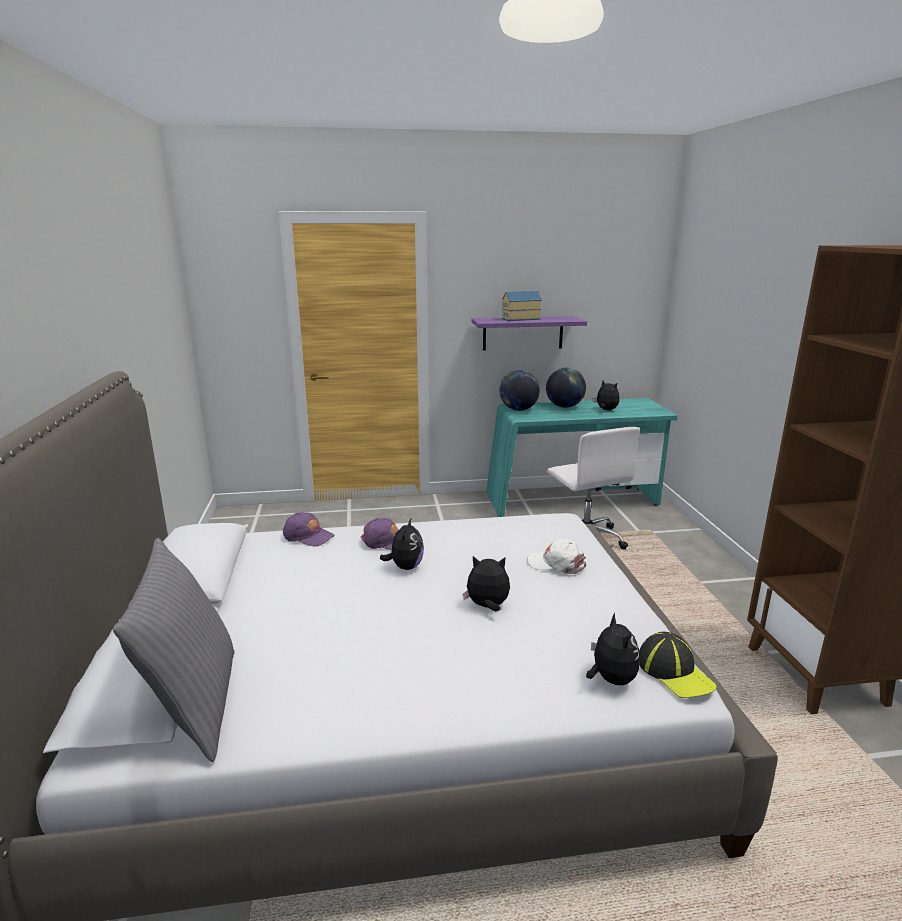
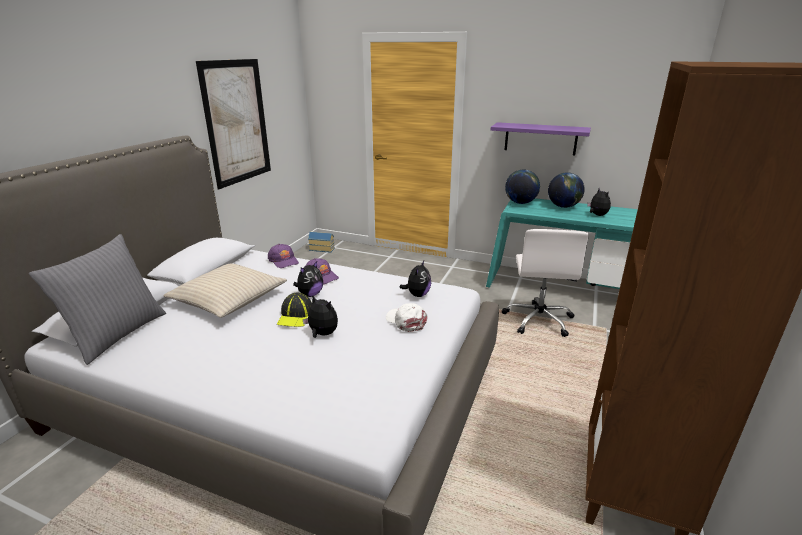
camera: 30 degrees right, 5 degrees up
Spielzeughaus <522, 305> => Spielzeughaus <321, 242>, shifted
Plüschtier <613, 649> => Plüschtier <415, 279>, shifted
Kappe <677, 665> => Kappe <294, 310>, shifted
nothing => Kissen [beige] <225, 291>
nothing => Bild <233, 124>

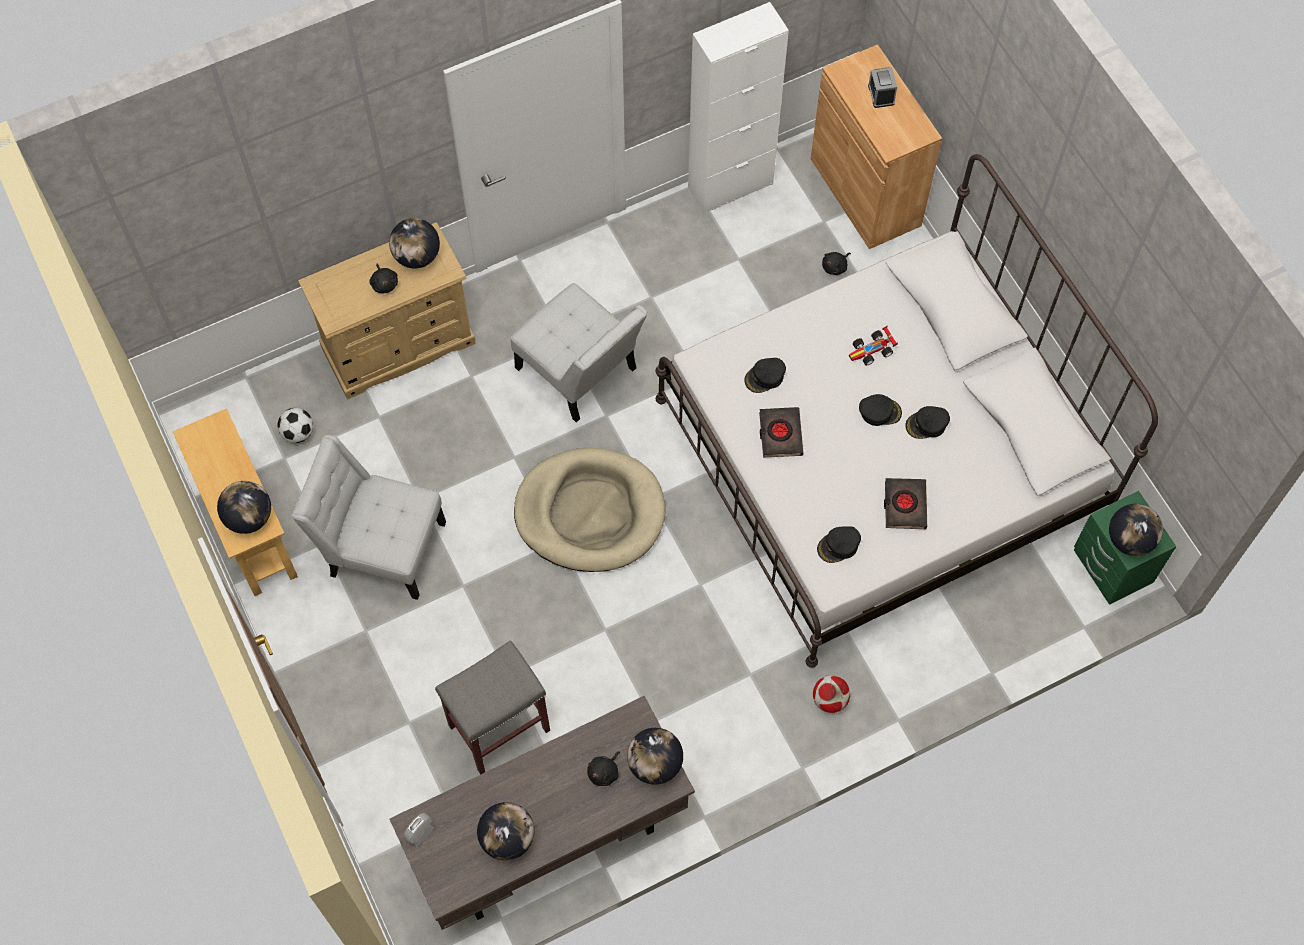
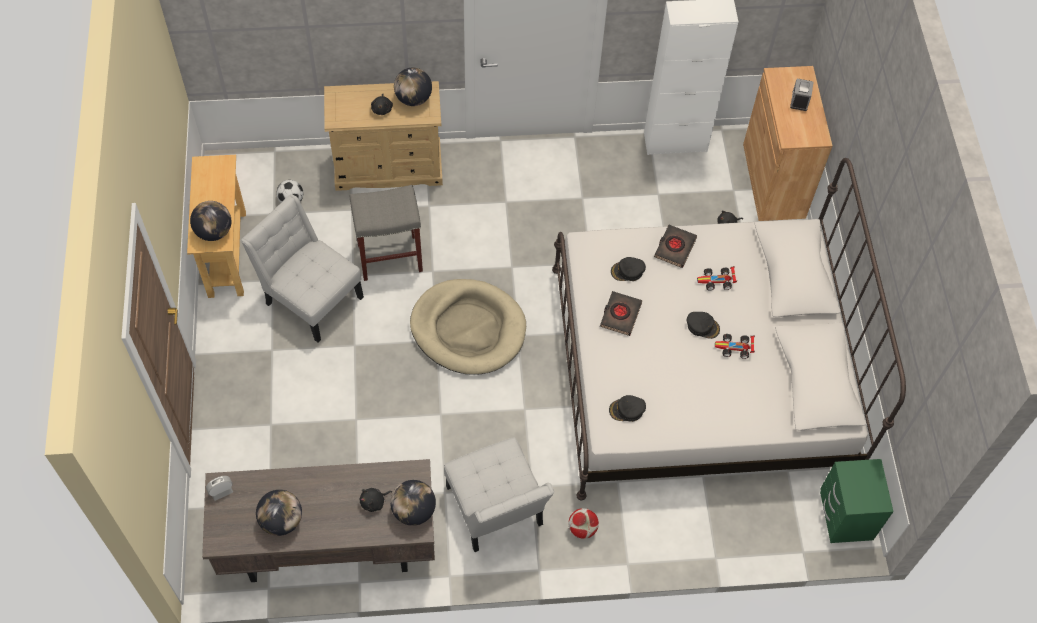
camera: 20 degrees right, 5 degrees down
Hocker [grau] <492, 707> => Hocker [grau] <386, 233>, shifted
Stuhl [weiß] <579, 353> => Stuhl [weiß] <499, 494>, shifted
Buch [schwarz] <905, 503> => Buch [schwarz] <675, 246>, shifted
Kappe [schwarz] <928, 422> => Spielzeugauto <735, 346>
Globus <1136, 530> => nothing

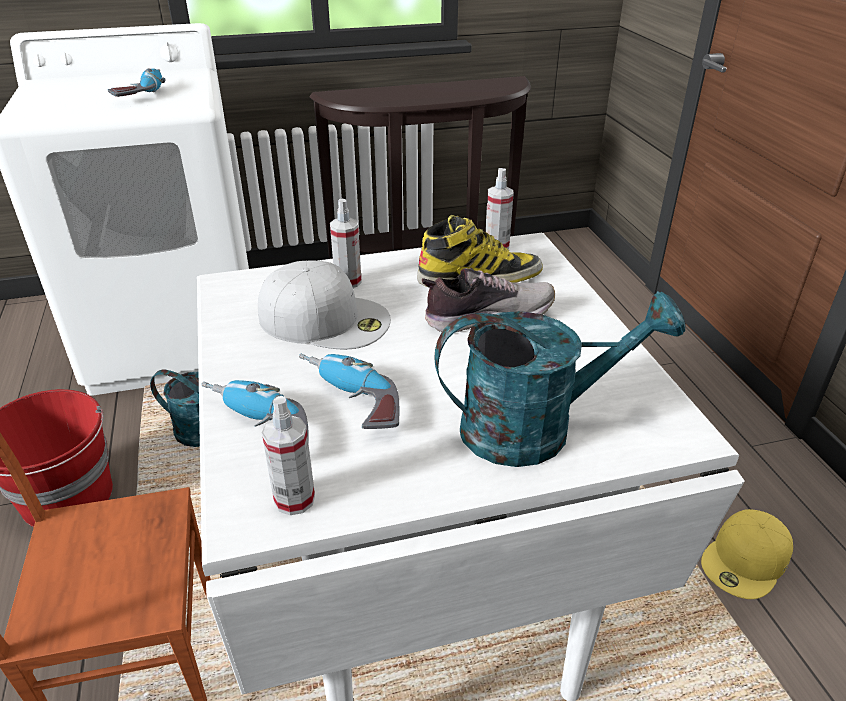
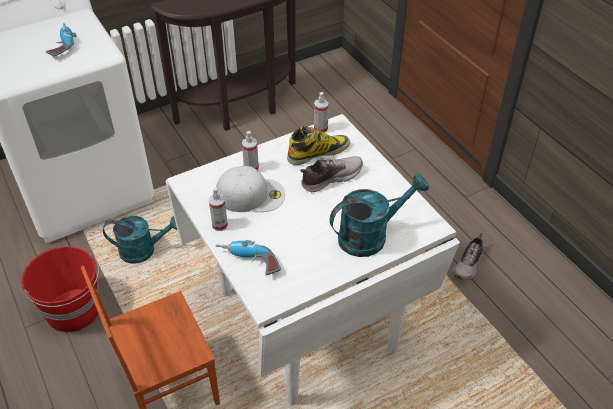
camera: 15 degrees left, 10 degrees up
Sprühflasche <288, 455> => Sprühflasche <218, 209>, shifted
Bohrmaschine <349, 391> => nothing
Kappe [gelb] <747, 554> => Schuh <467, 256>

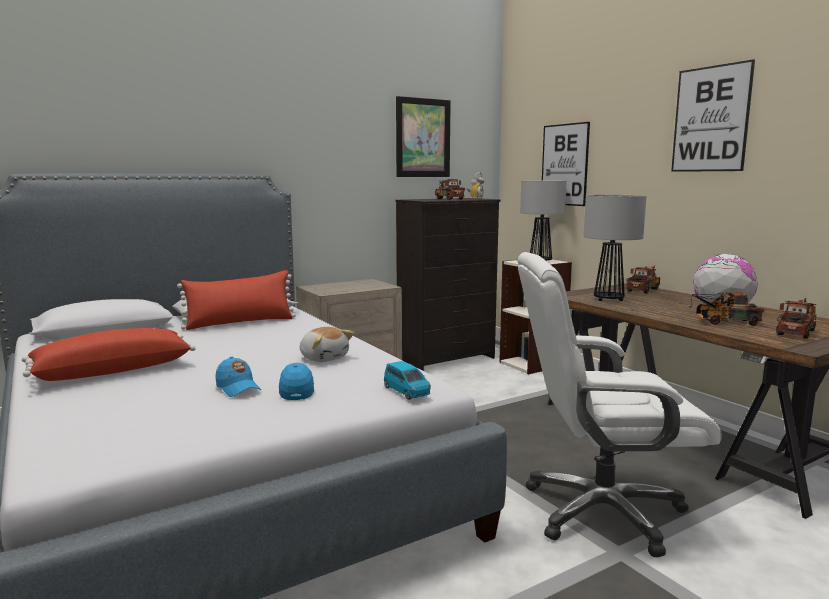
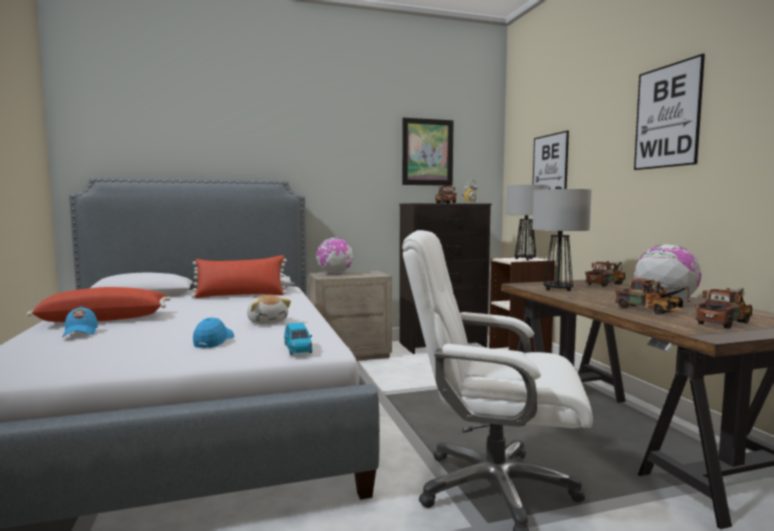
camera: 15 degrees right, 5 degrees down
Kappe [blau] <238, 377> => Kappe [blau] <80, 321>, shifted
Spielzeuglaster <726, 309> => Spielzeuglaster <652, 296>, 150 degrees counterclockwise
nothing => Globus <335, 256>

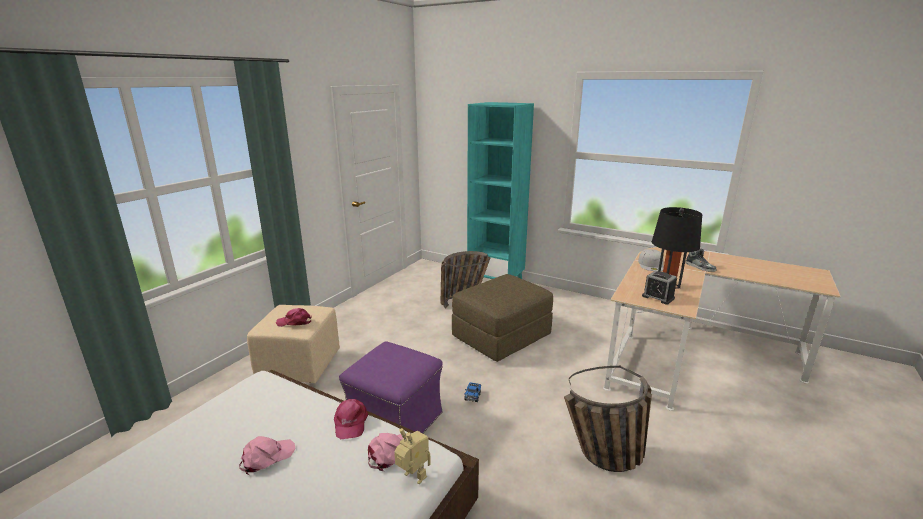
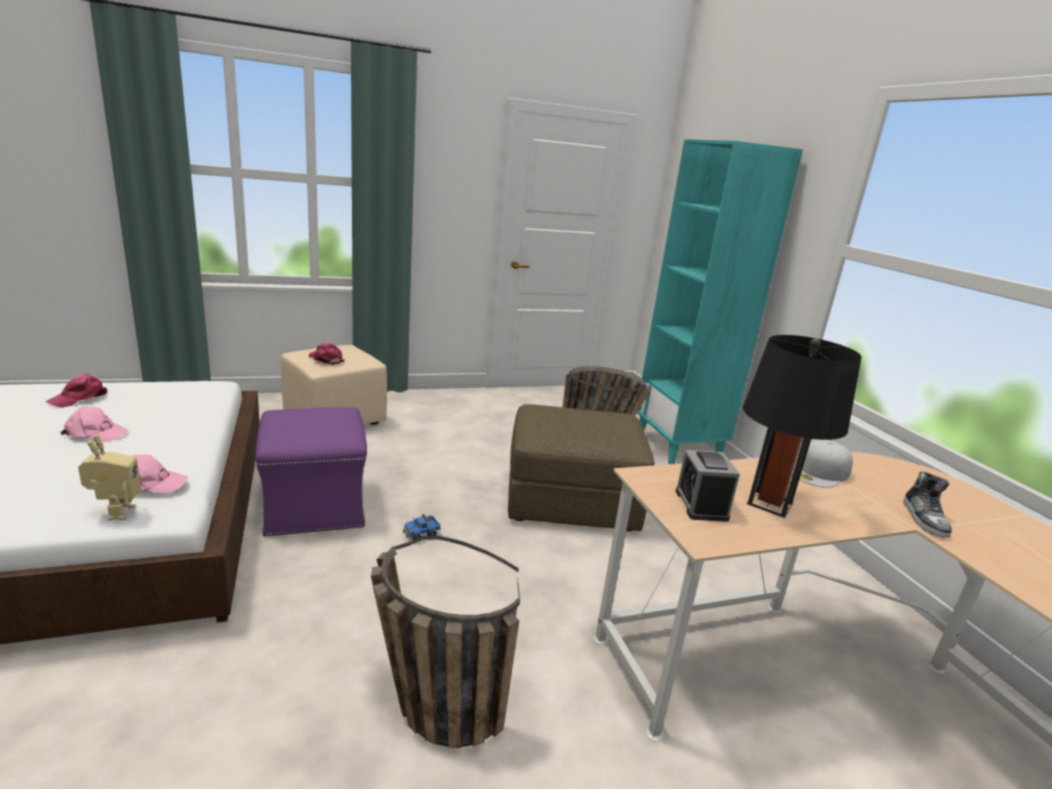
camera: 40 degrees right, 0 degrees up
Kappe [rosa] <351, 419> => Kappe [rosa] <77, 391>, shifted

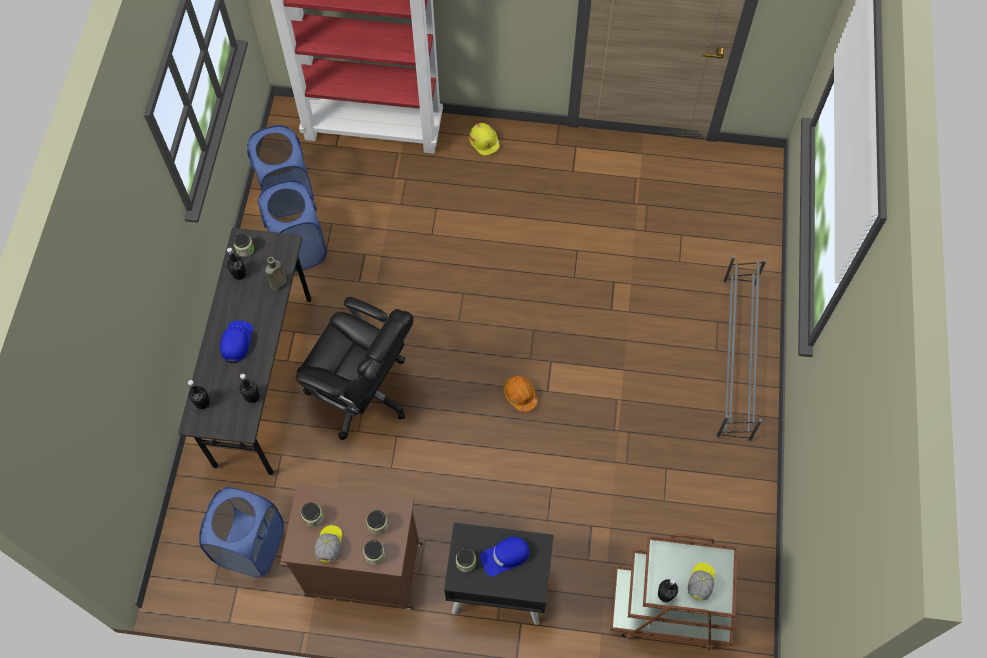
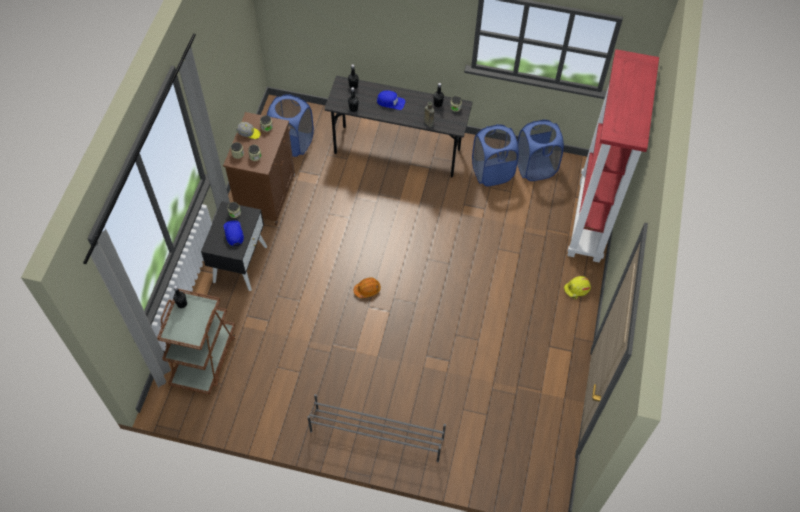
camera: 95 degrees right, 5 degrees down
Bürostuhl [schwarz] <354, 368> => nothing
Kappe <701, 581> => nothing

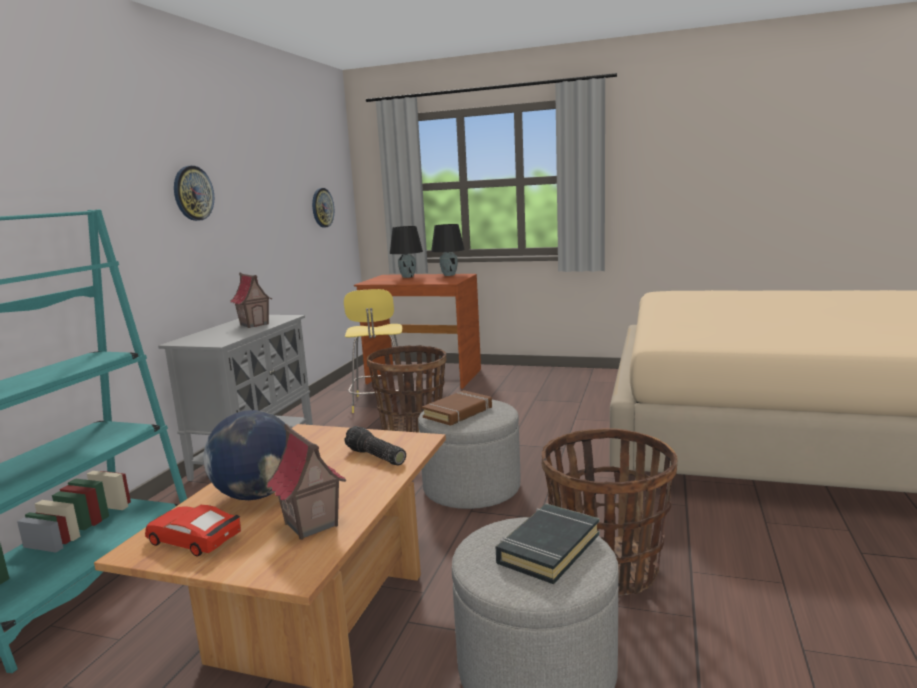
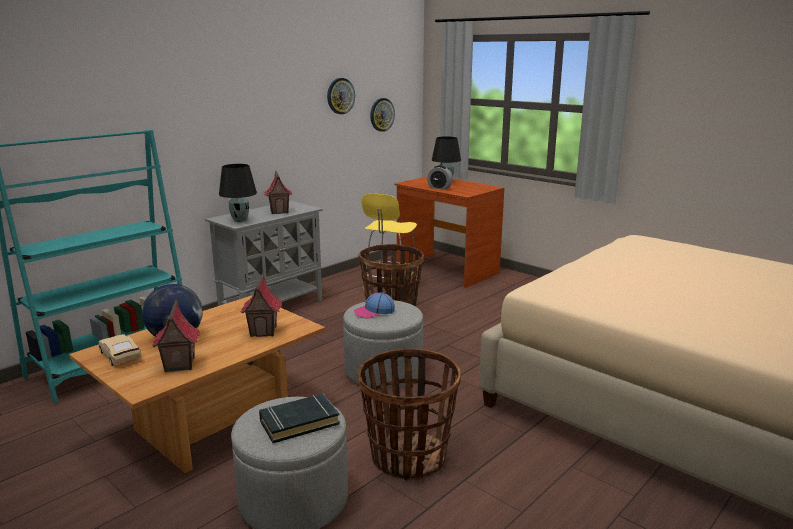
camera: 25 degrees right, 5 degrees up
Spielzeugauto [rot] <193, 530> => Spielzeugauto [beige] <120, 350>
Wanduhr <194, 193> => Wanduhr <341, 96>, shifted
Taschenlampe <375, 446> => Spielzeughaus <261, 305>
Buch [braun] <457, 408> => Kappe <374, 306>
Tischlampe [schwarz] <448, 250> => Tischlampe [schwarz] <238, 193>, shifted
nothing => Wecker <440, 177>

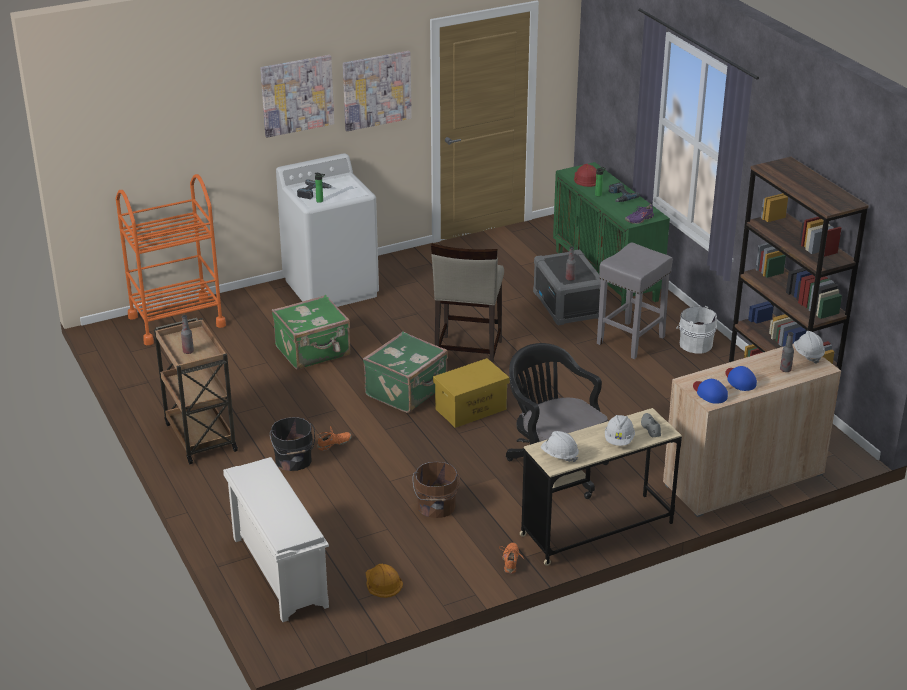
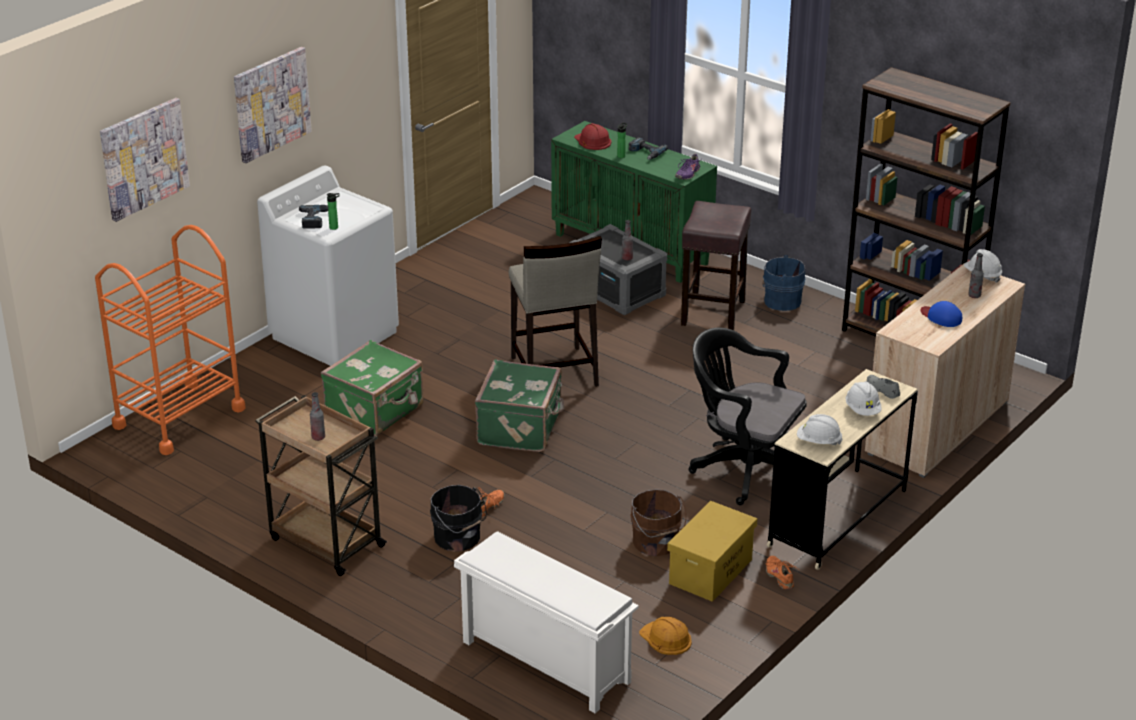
camera: 25 degrees left, 0 degrees up
Bild <377, 91> => Bild <145, 160>, shifted
Aufbewahrungsbox [gelb] <471, 393> => Aufbewahrungsbox [gelb] <712, 551>, shifted
Hocker [grau] <635, 300> => Hocker [braun] <716, 265>
Eimer [weiß] <696, 330> => Eimer [blau] <783, 283>
Kappe [blau] <710, 391> => nothing

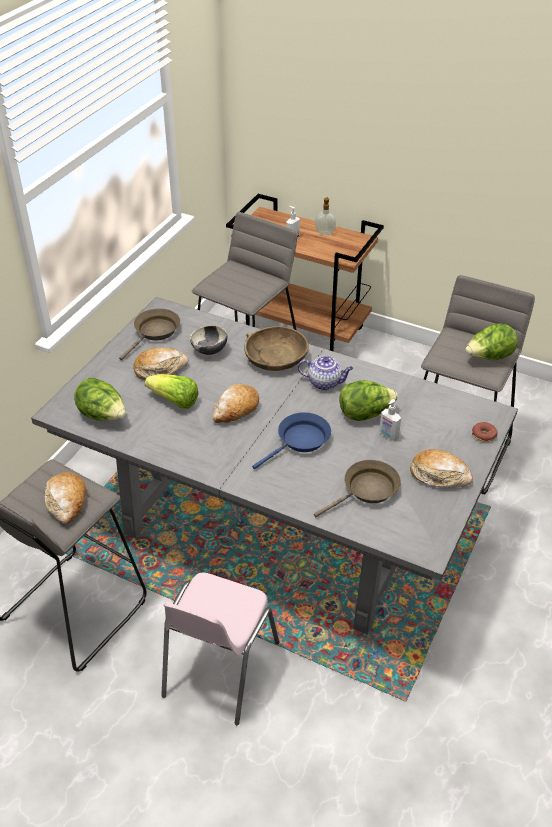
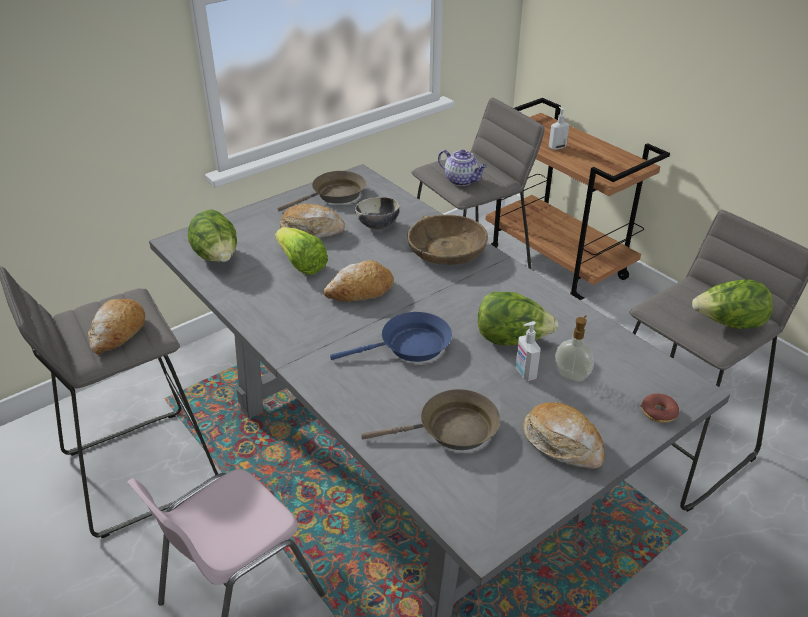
camera: 25 degrees right, 5 degrees down
Teekanne <325, 373> => Teekanne <462, 168>, shifted
Seifenspender <325, 216> => Seifenspender <574, 348>, shifted

